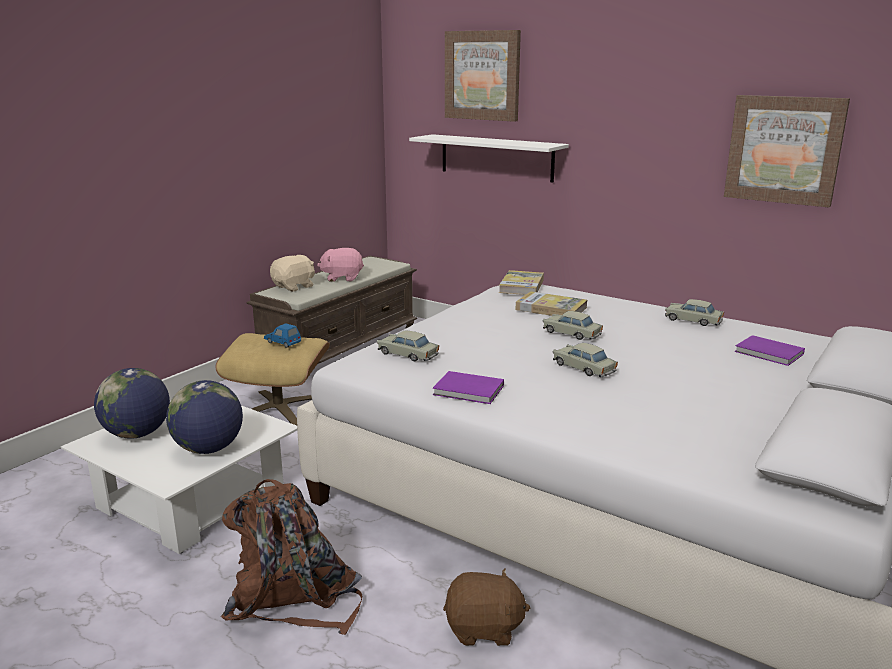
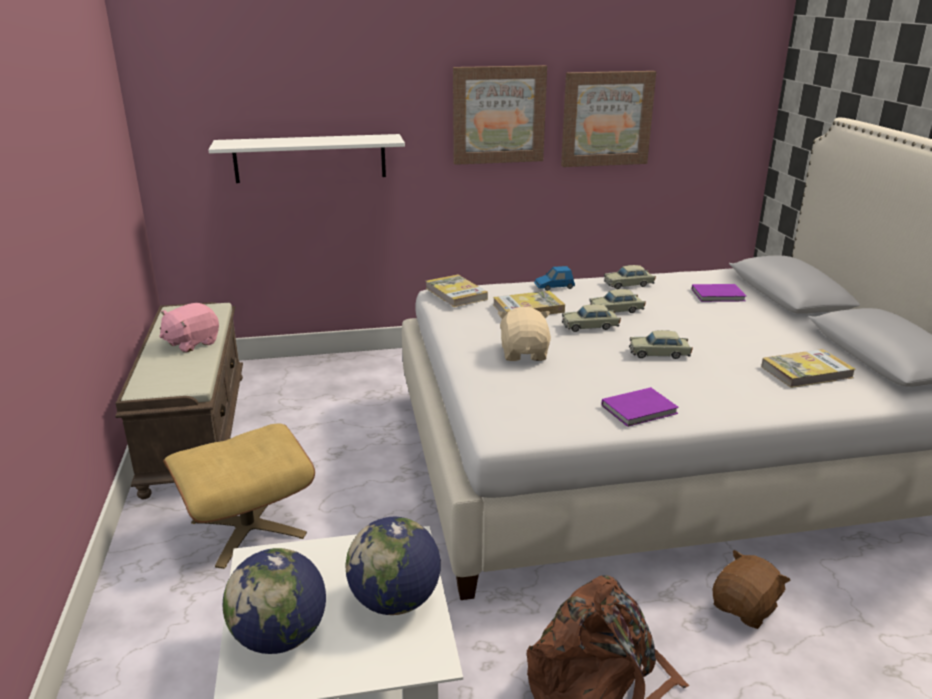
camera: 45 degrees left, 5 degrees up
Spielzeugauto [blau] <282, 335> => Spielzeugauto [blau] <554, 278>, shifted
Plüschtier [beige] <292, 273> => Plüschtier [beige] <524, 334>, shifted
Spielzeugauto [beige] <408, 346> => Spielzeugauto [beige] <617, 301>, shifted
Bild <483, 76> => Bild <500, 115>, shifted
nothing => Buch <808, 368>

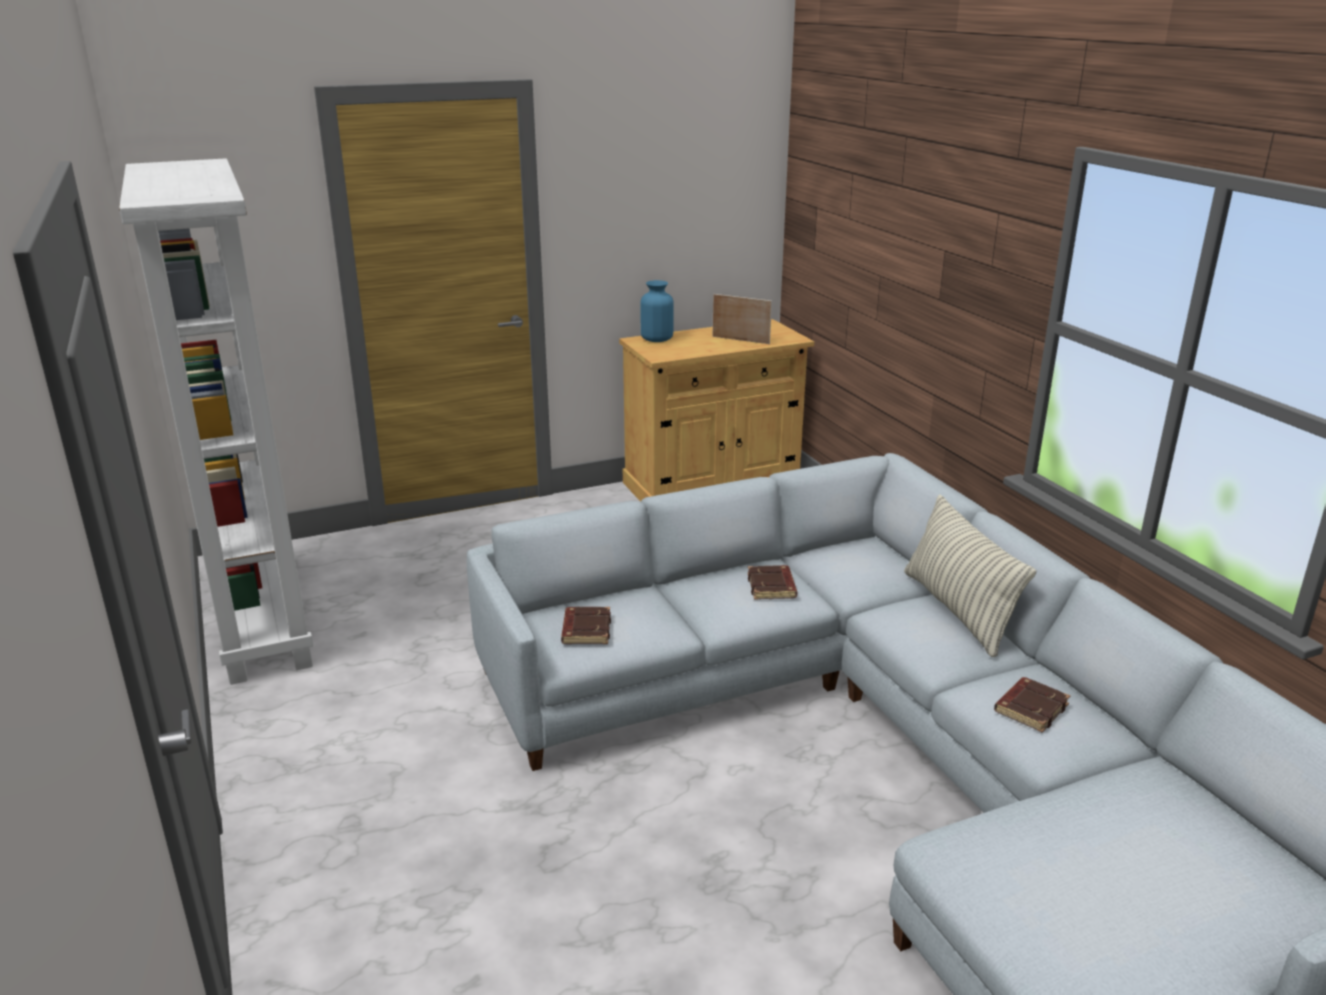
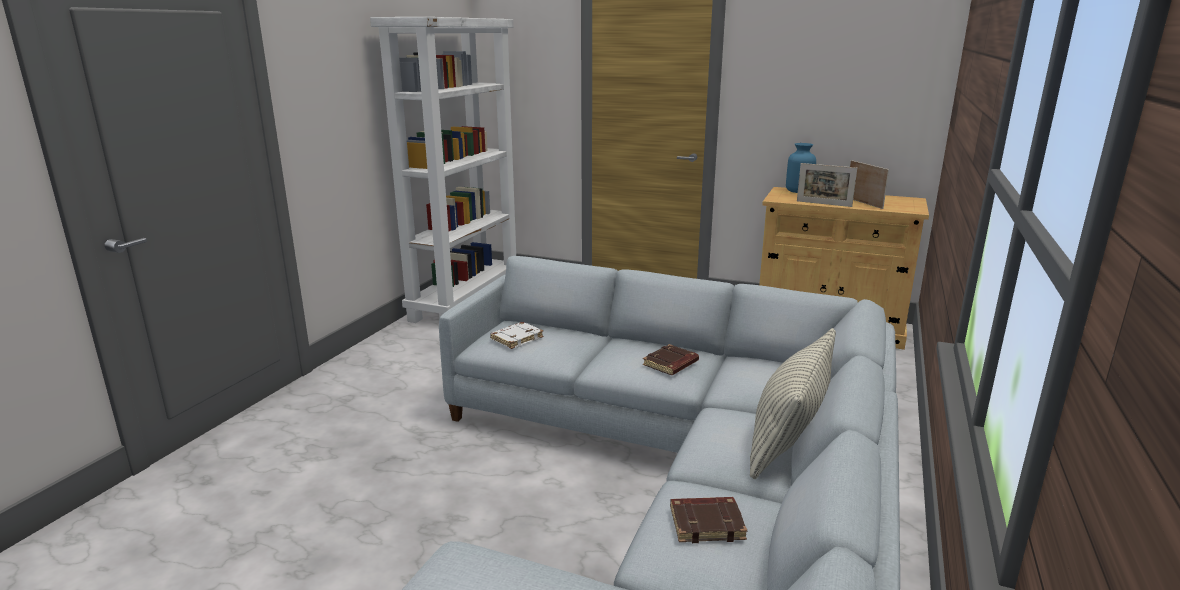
camera: 45 degrees right, 5 degrees down
Buch [braun] <586, 625> => Buch [weiß] <517, 335>
nothing => Bilderrahmen <827, 185>

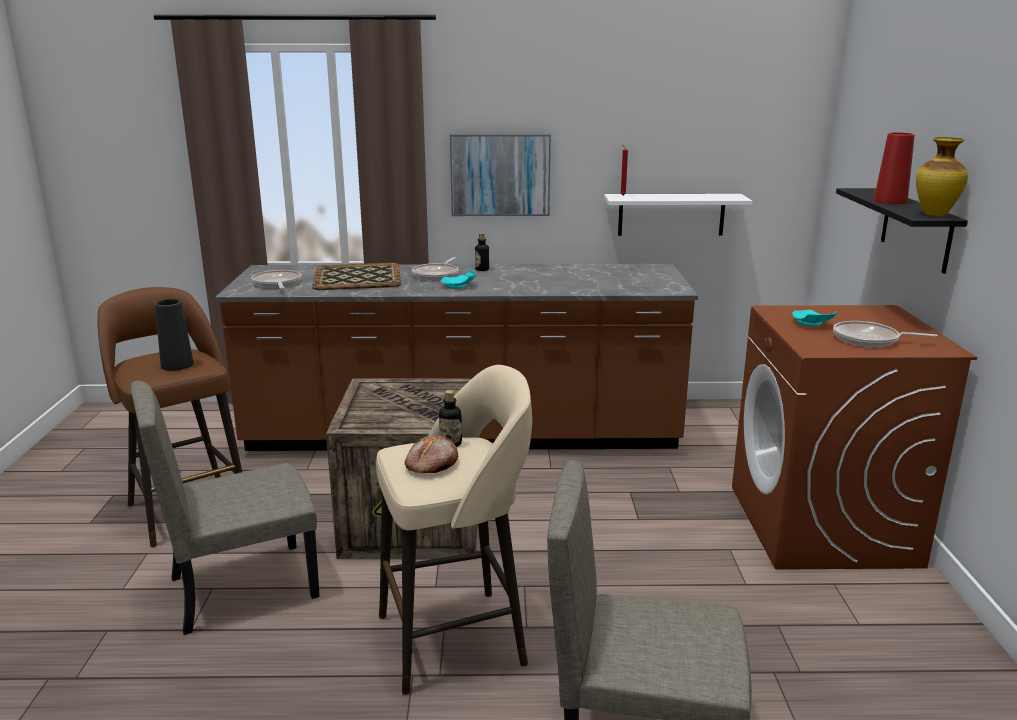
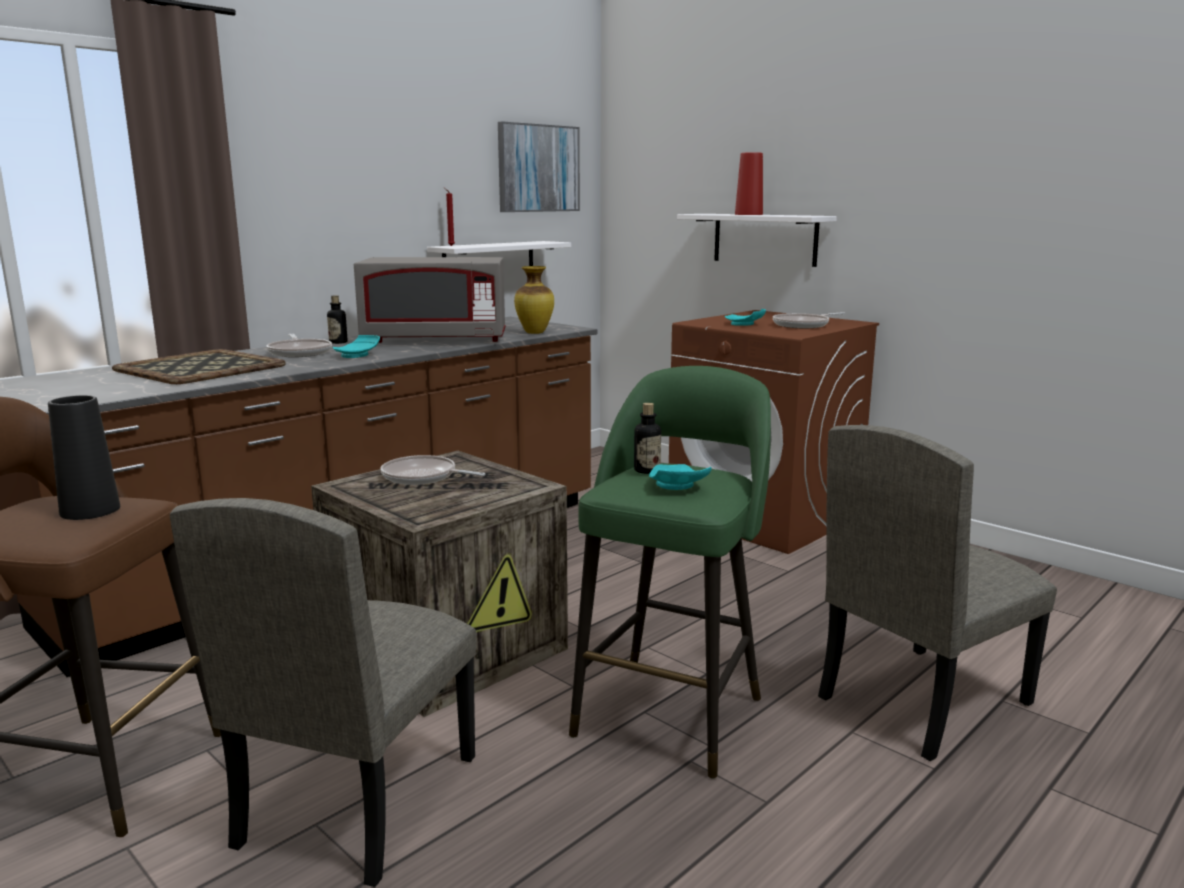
camera: 45 degrees left, 5 degrees down
Pfanne <276, 279> => Pfanne <433, 470>, shifted
Hocker [beige] <454, 530> => Hocker [grün] <670, 572>
Brot <431, 453> => Teller [türkis] <680, 477>
Bild <500, 175> => Bild <539, 166>, shifted
Wandregal [schwarz] <902, 231> => Wandregal [weiß] <757, 240>
Vase <942, 176> => Vase <534, 300>, shifted
nothing => Mikrowelle [grau] <429, 300>

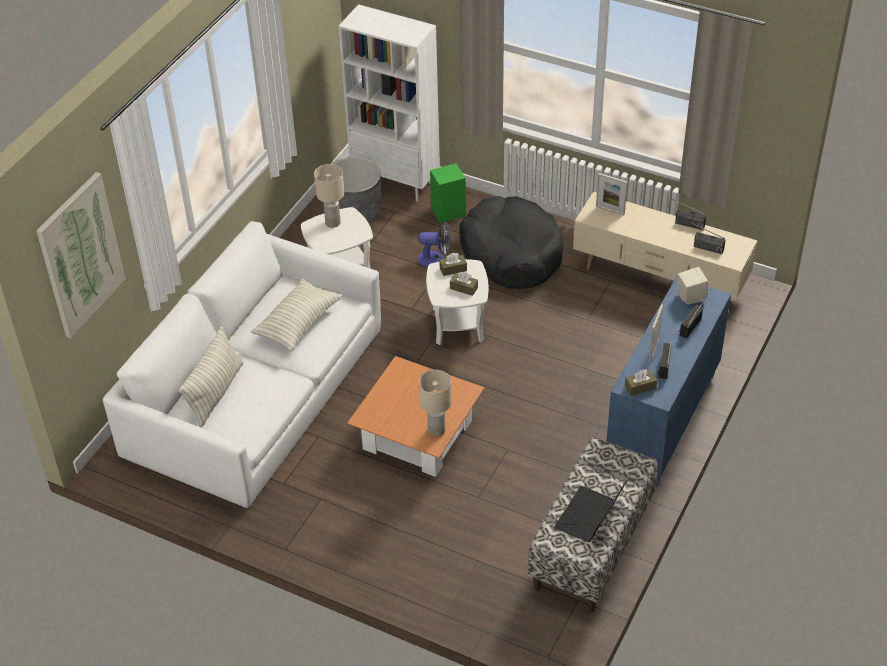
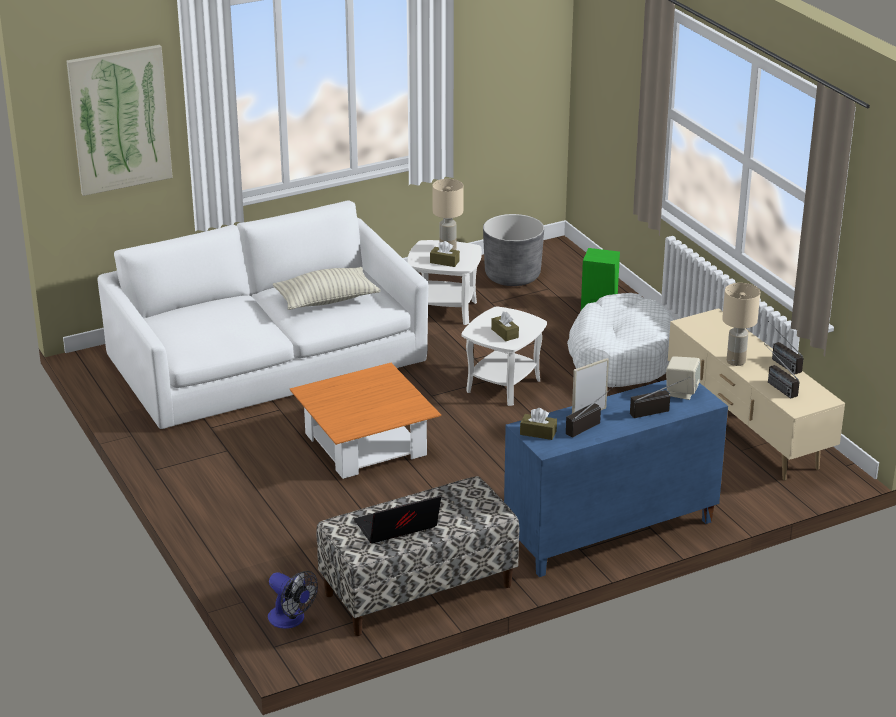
camera: 35 degrees right, 15 degrees down
Kissen <210, 377> => nothing
Bücherregal [weiß] <389, 103> => nothing
Ventilator <434, 244> => Ventilator <293, 600>, shifted
Tischlampe [beige] <435, 403> => Tischlampe [beige] <741, 324>, shifted
Taschentuchbox [braun] <453, 264> => Taschentuchbox [braun] <445, 254>, shifted
Hundebett [schwarz] <511, 242> => Hundebett [weiß] <620, 340>
Bilderrahmen <611, 194> => nothing

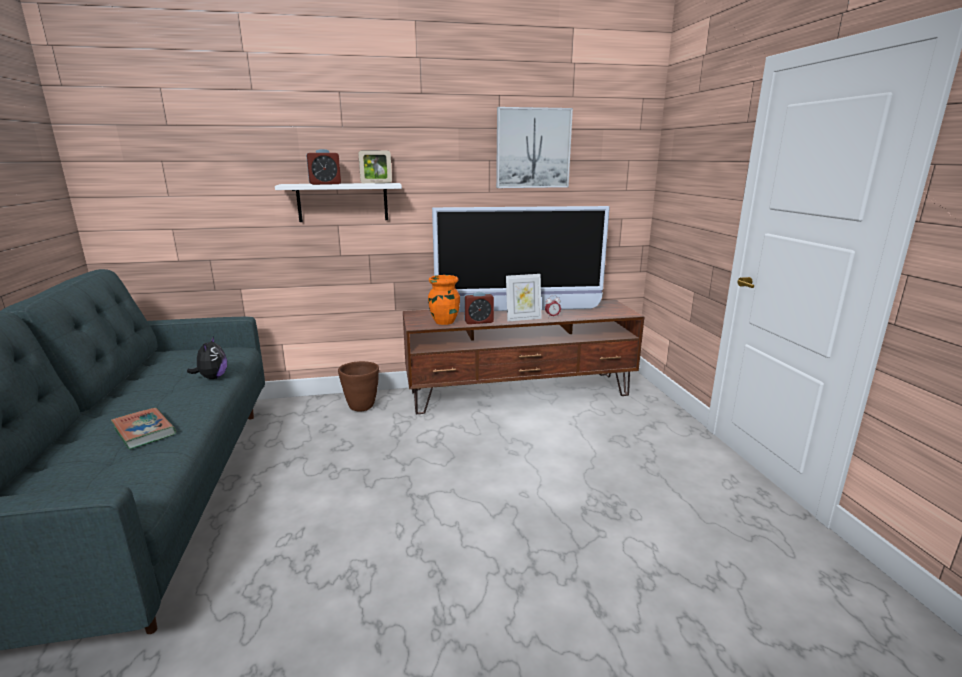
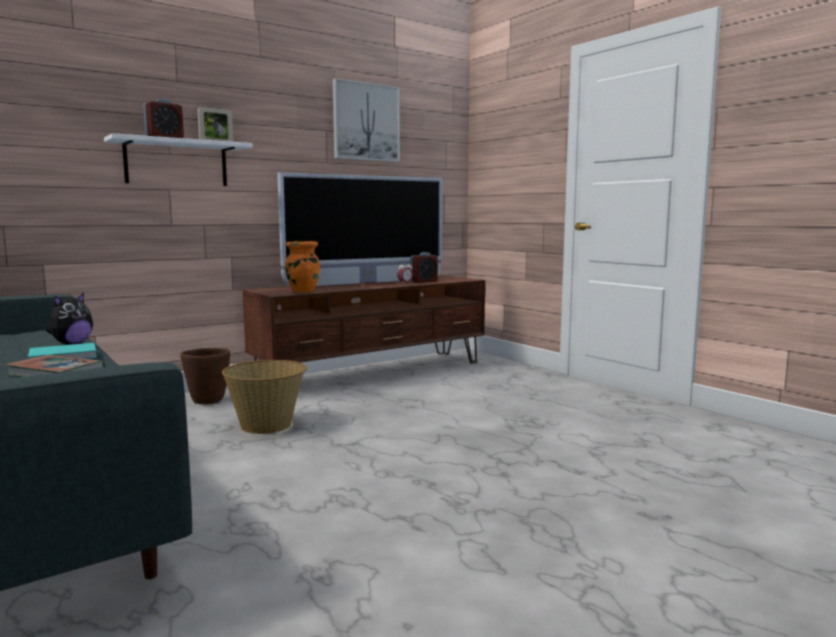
camera: 25 degrees left, 10 degrees down
Plüschtier <207, 357> => Plüschtier <69, 319>, 60 degrees clockwise
Wecker <479, 308> => Wecker <424, 267>, shifted
Bilderrahmen <523, 298> => nothing
nothing => Buch [türkis] <62, 351>
nothing => Korb <264, 397>

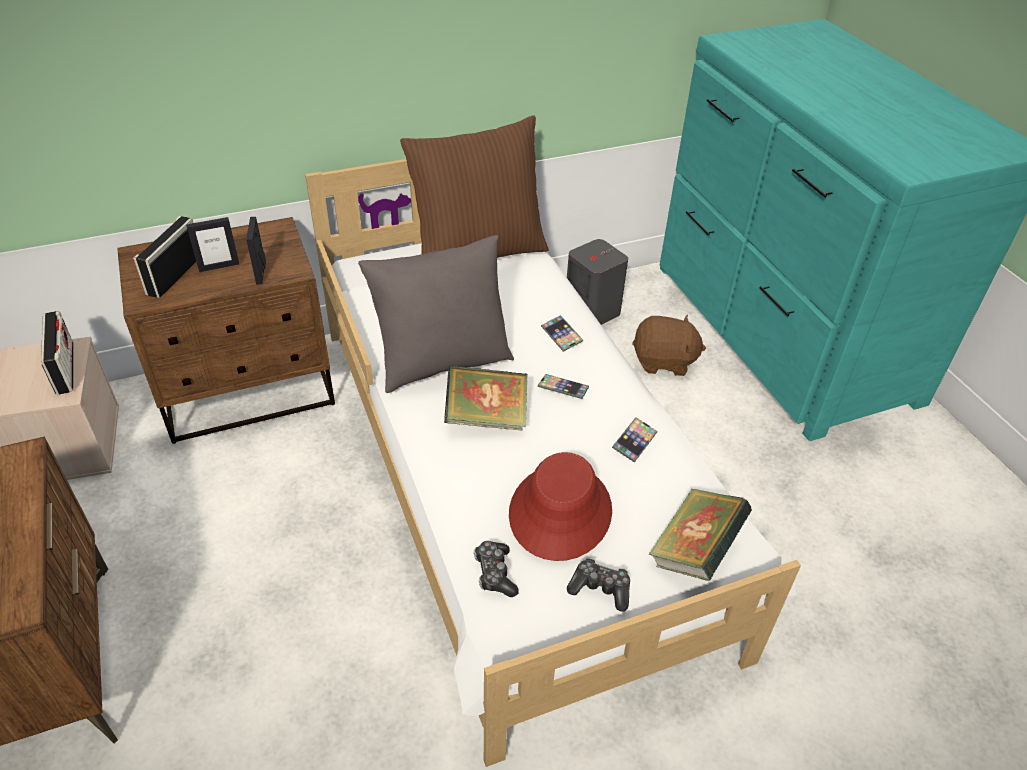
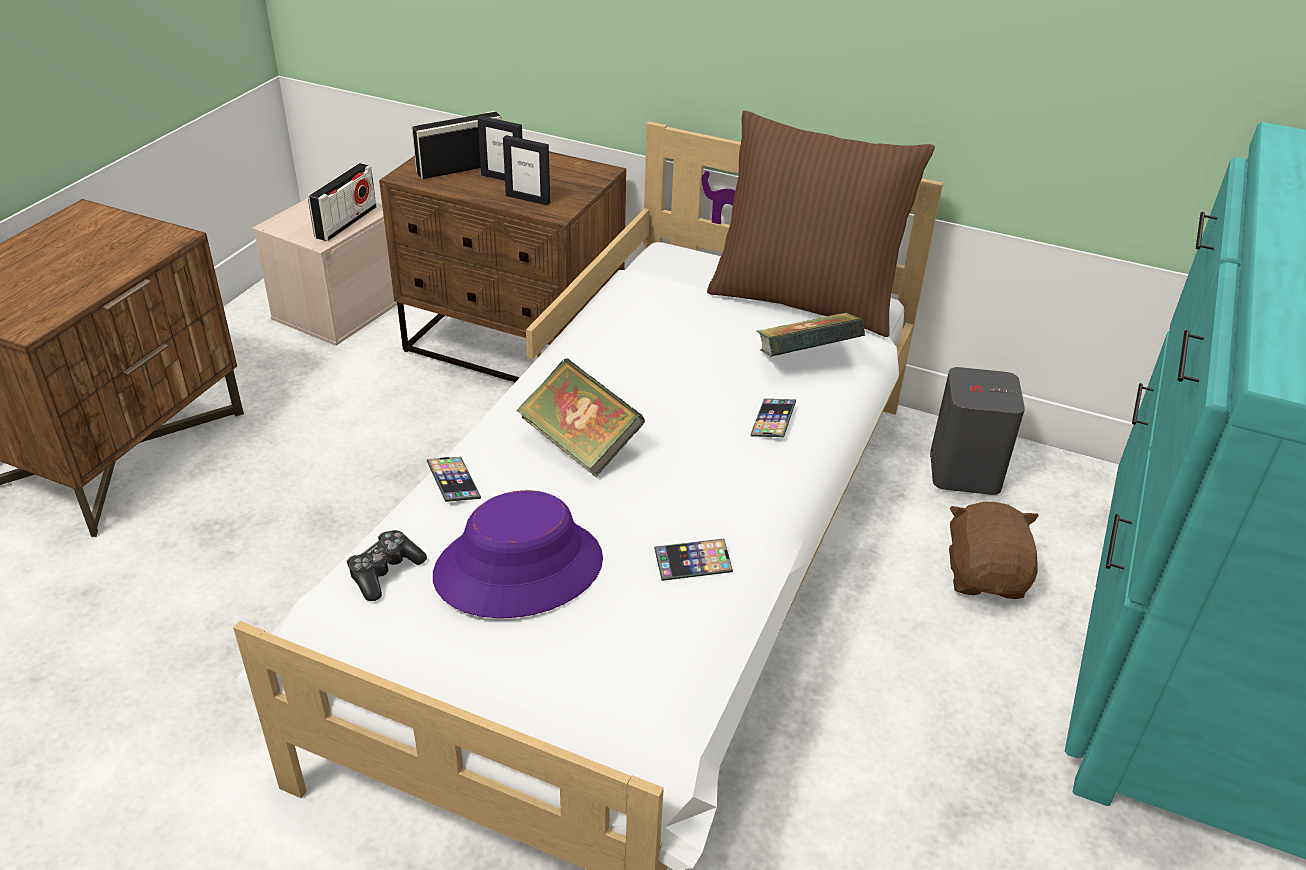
camera: 45 degrees right, 5 degrees down
Bilderrahmen <256, 251> => Bilderrahmen <526, 170>, 105 degrees counterclockwise
Kissen [grau] <436, 314> => nothing
Hut [rot] <560, 506> => Hut [lila] <518, 554>
Handy <563, 386> => Handy <454, 479>, shifted
Gamepad <598, 585> => nothing
Plüschtier [braun] <669, 345> => Plüschtier [braun] <994, 550>, 135 degrees counterclockwise
Buch <700, 535> => Buch <811, 334>, shifted

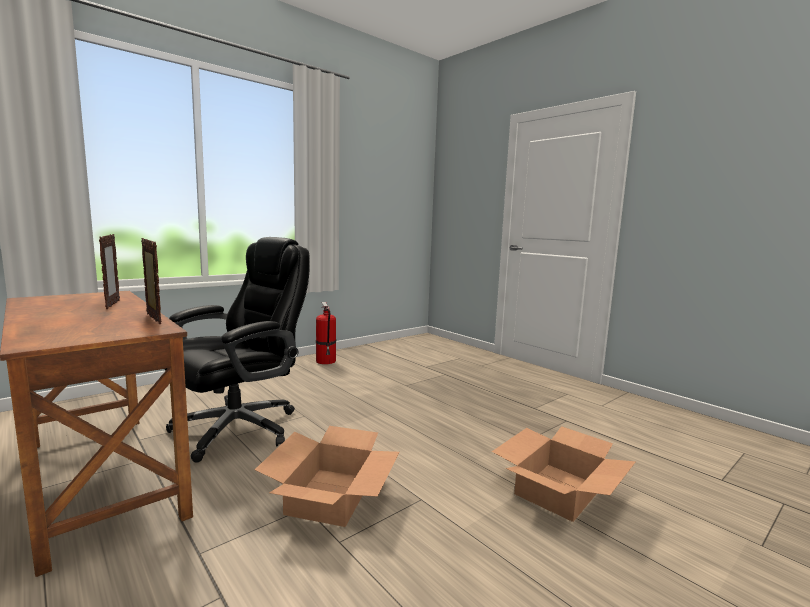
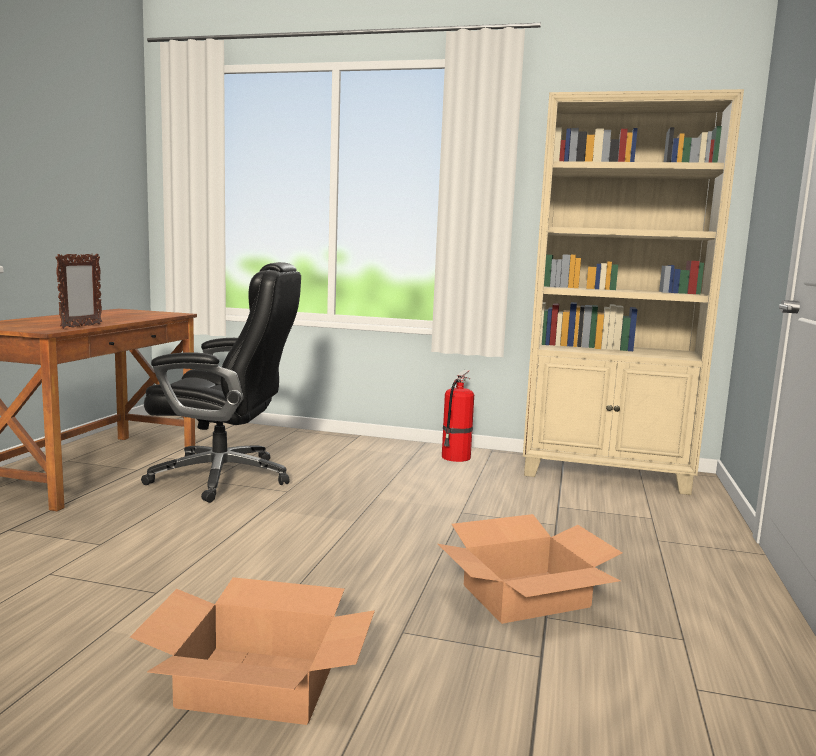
camera: 55 degrees right, 0 degrees up
Bilderrahmen <109, 271> => nothing
Karton <327, 476> => Karton <530, 569>, shifted
nothing => Bücherregal [beige] <633, 292>

